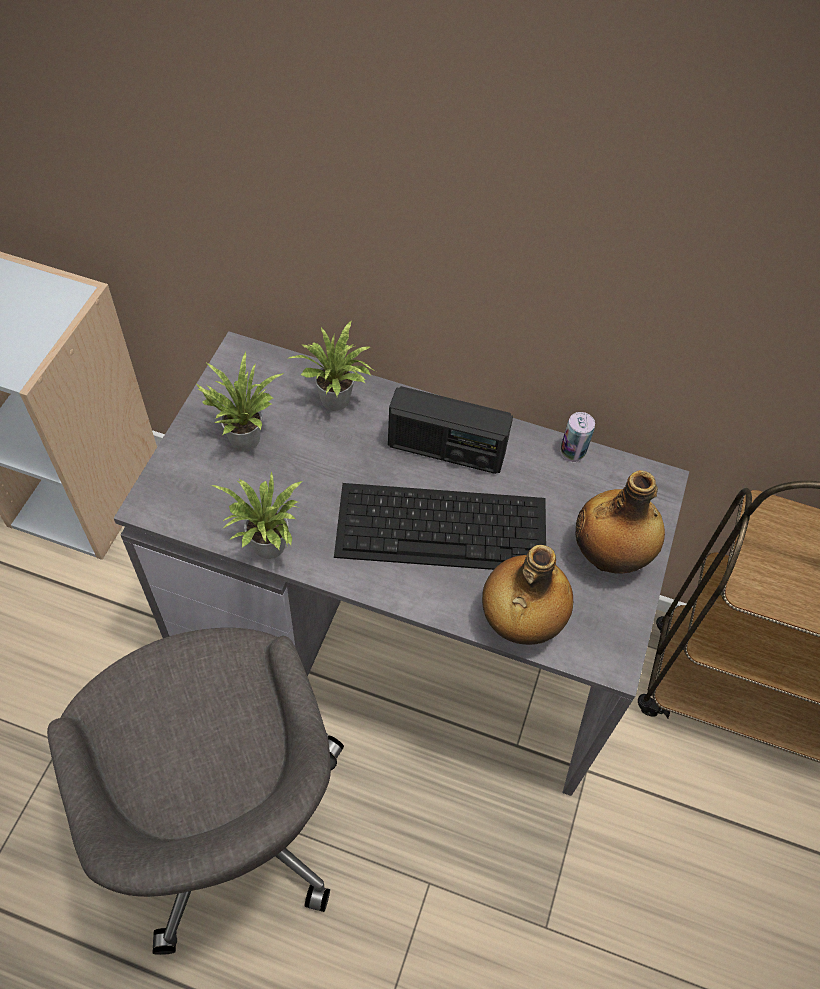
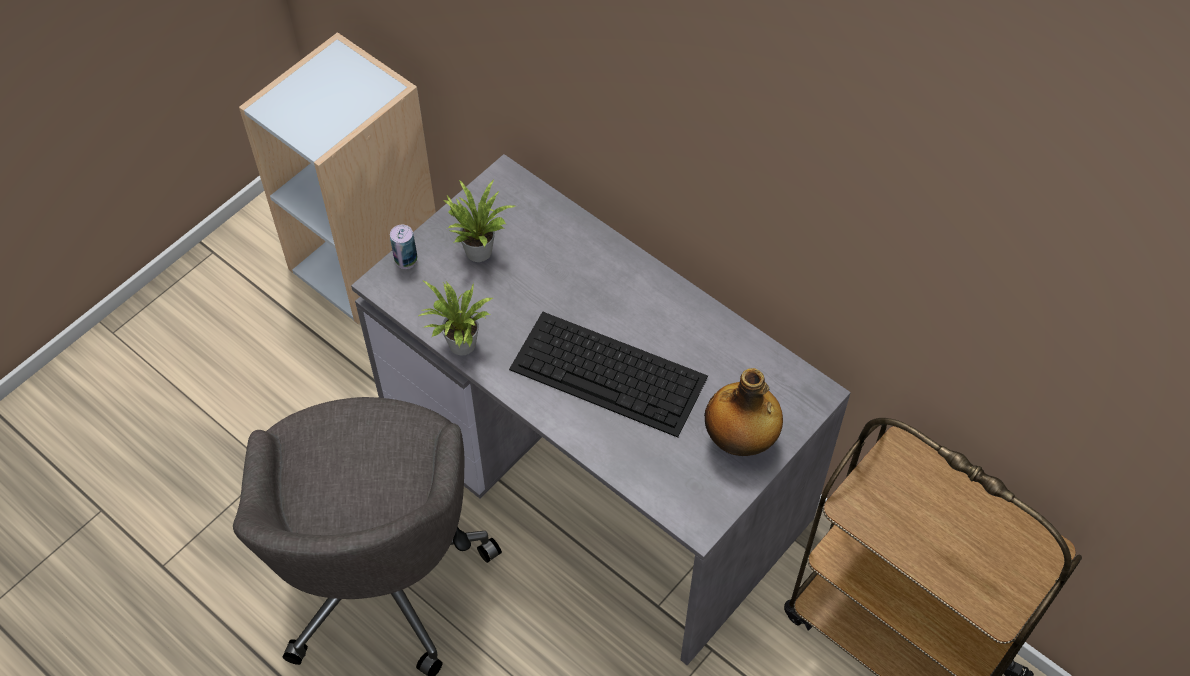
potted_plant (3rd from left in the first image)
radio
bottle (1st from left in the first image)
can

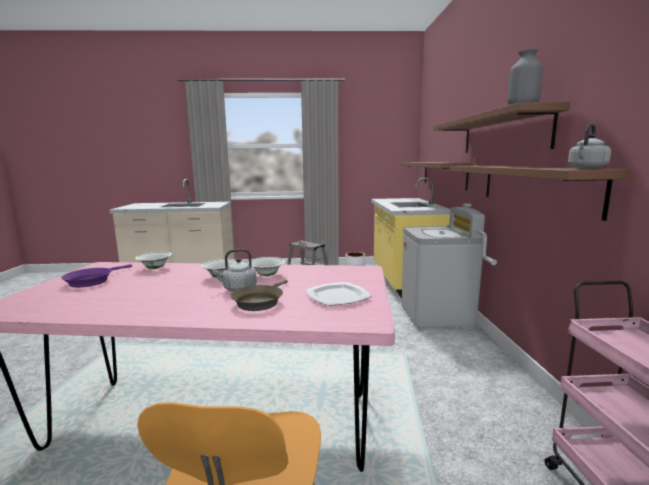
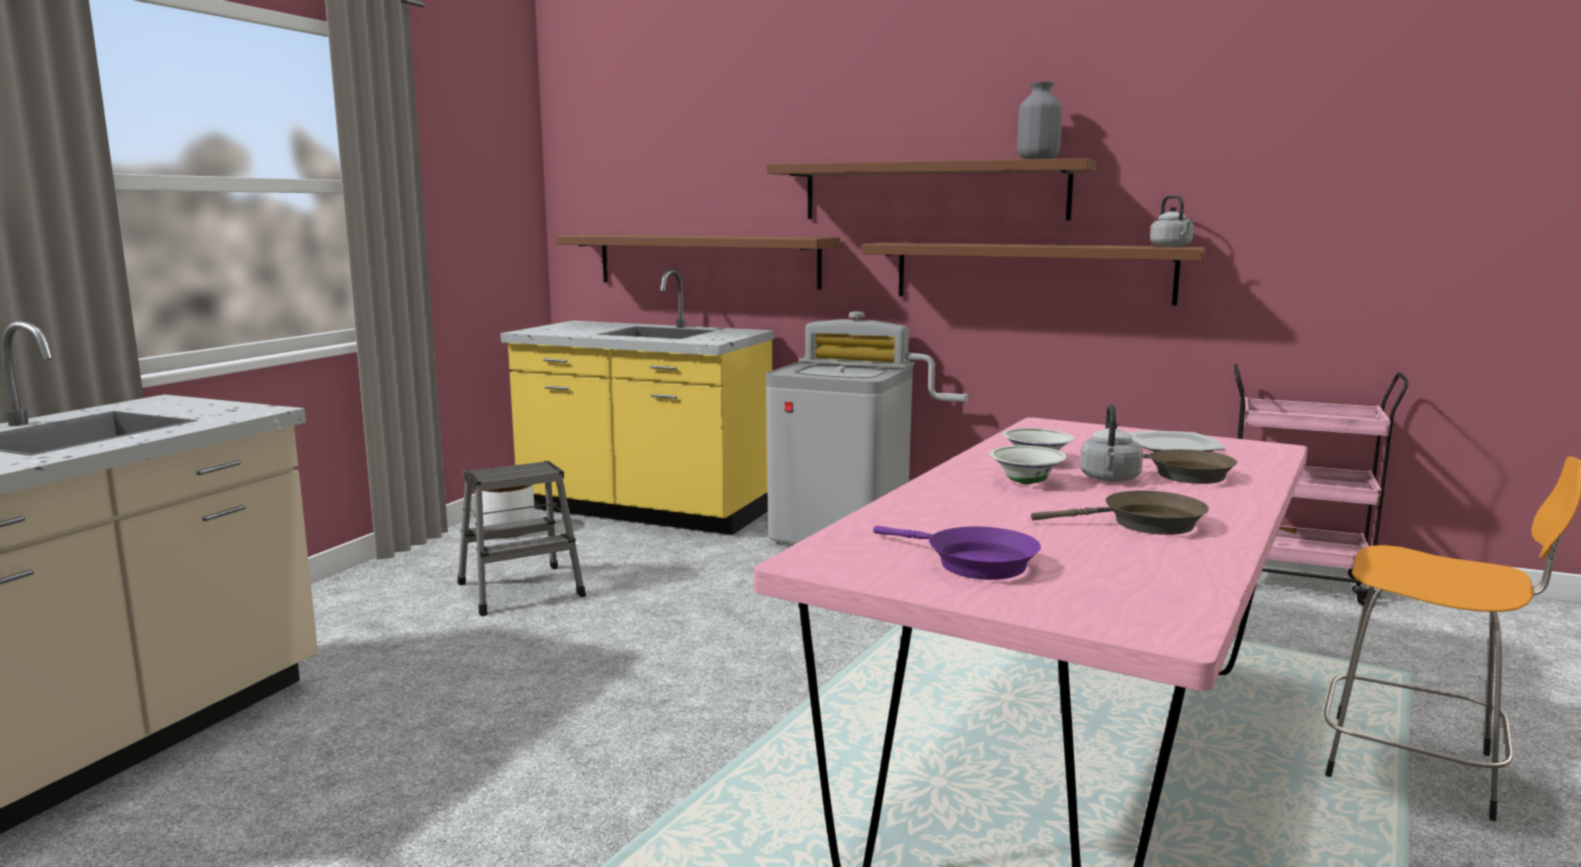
white_bowl (1st from left in the first image)
brown_frying_pan (1st from left)

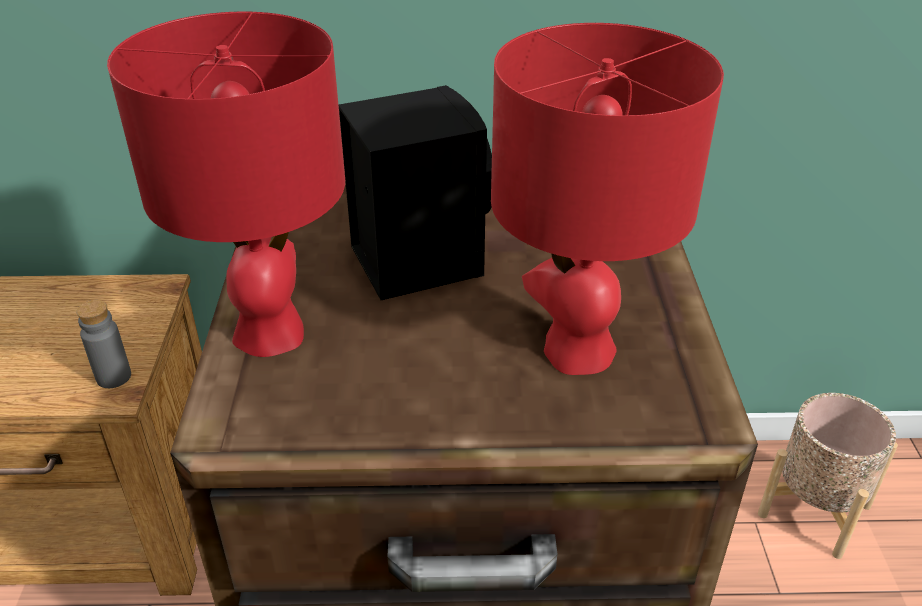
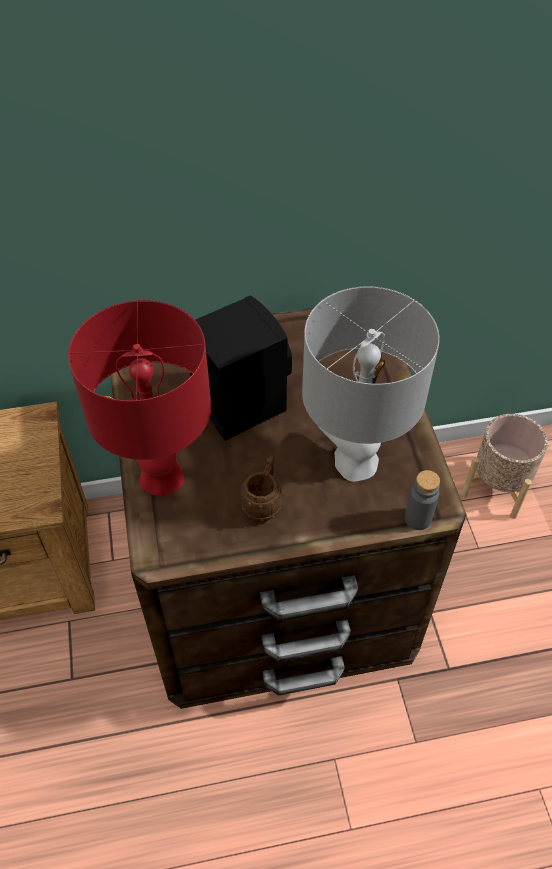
grey_bottle
grey_table_lamp
brown_mug

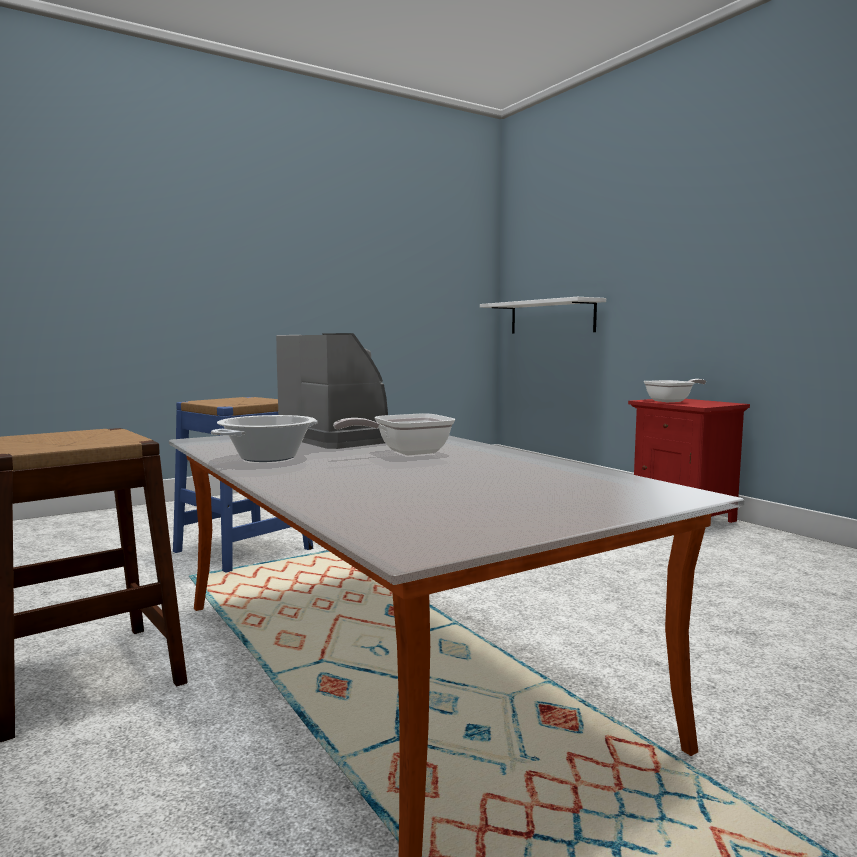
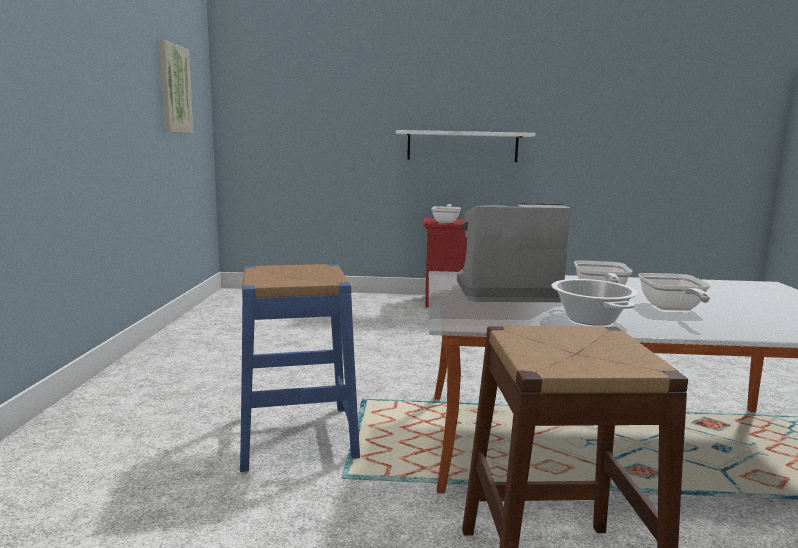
white_shelf
picture
frying_pan (3rd from left)

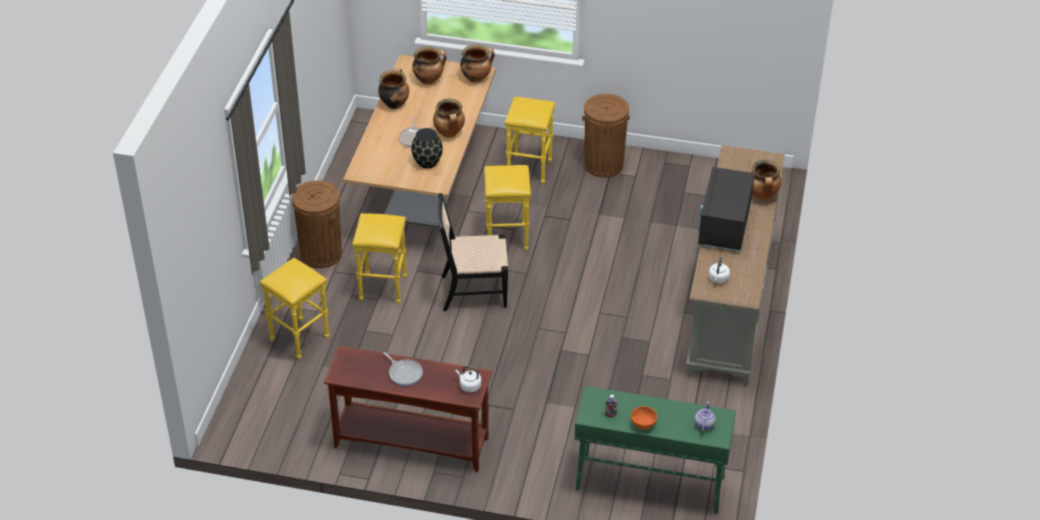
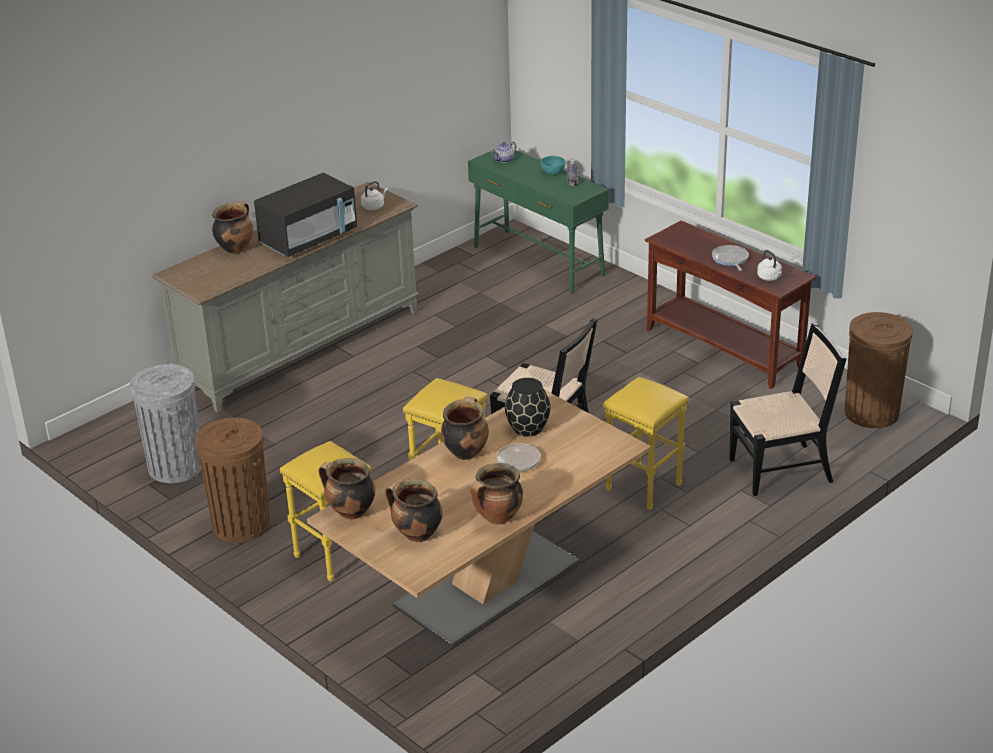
chair (2nd from left)
brown_trash_can (2nd from left)
white_kettle (2nd from left)
turquoise_bowl
grey_trash_can

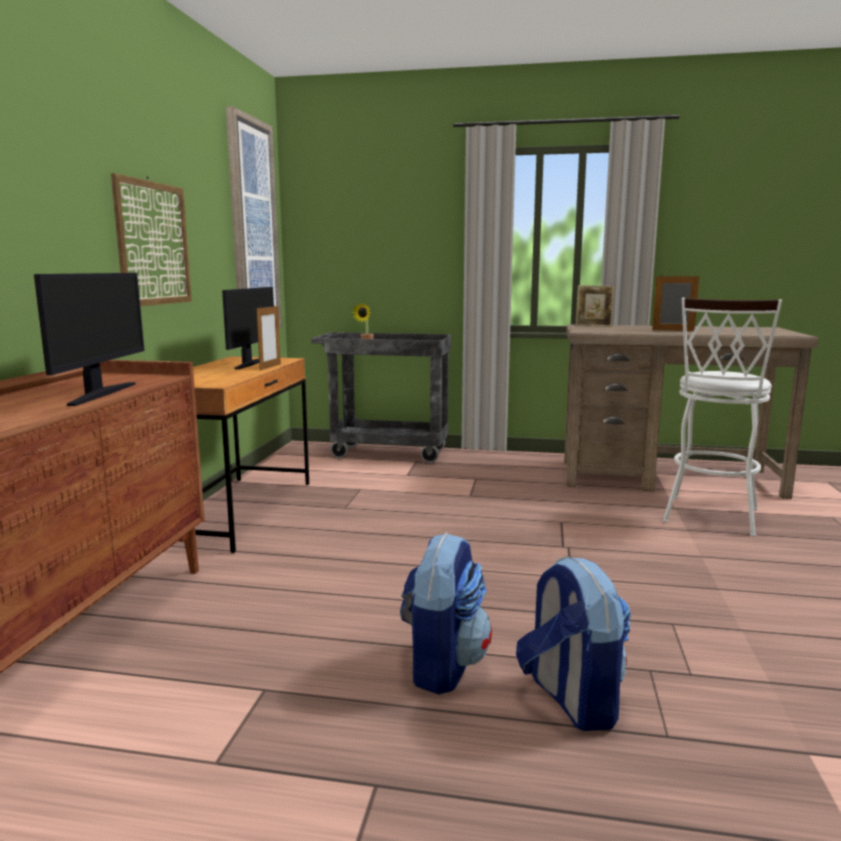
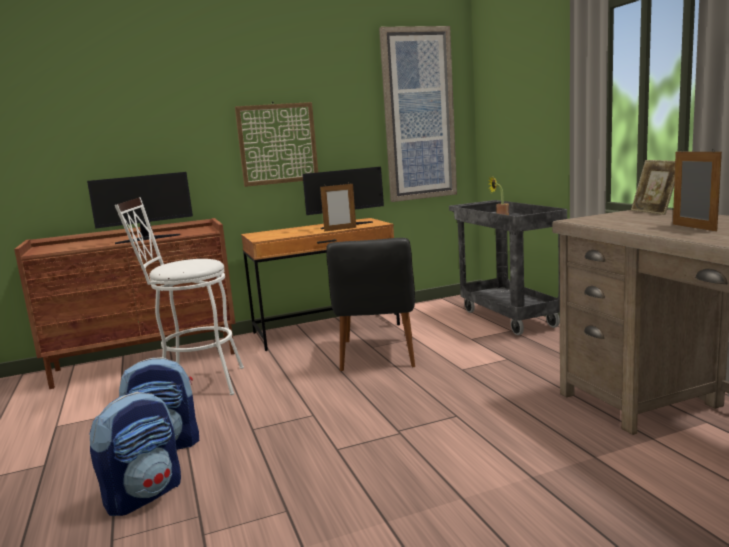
white_stool
black_chair

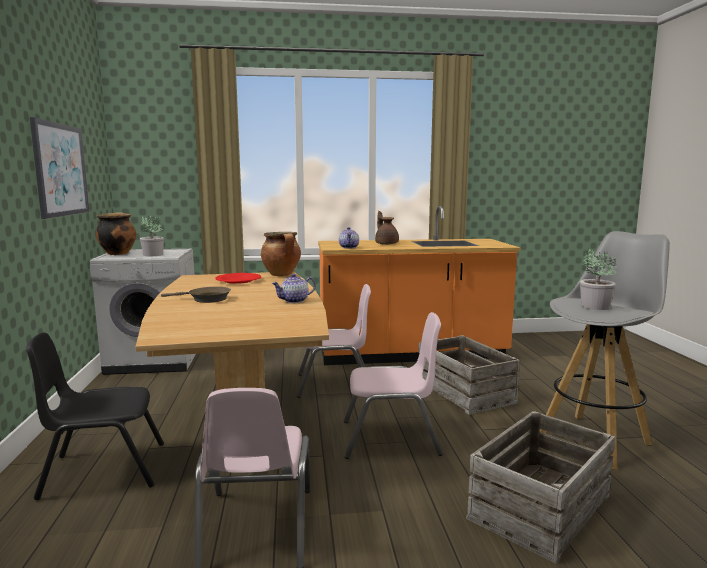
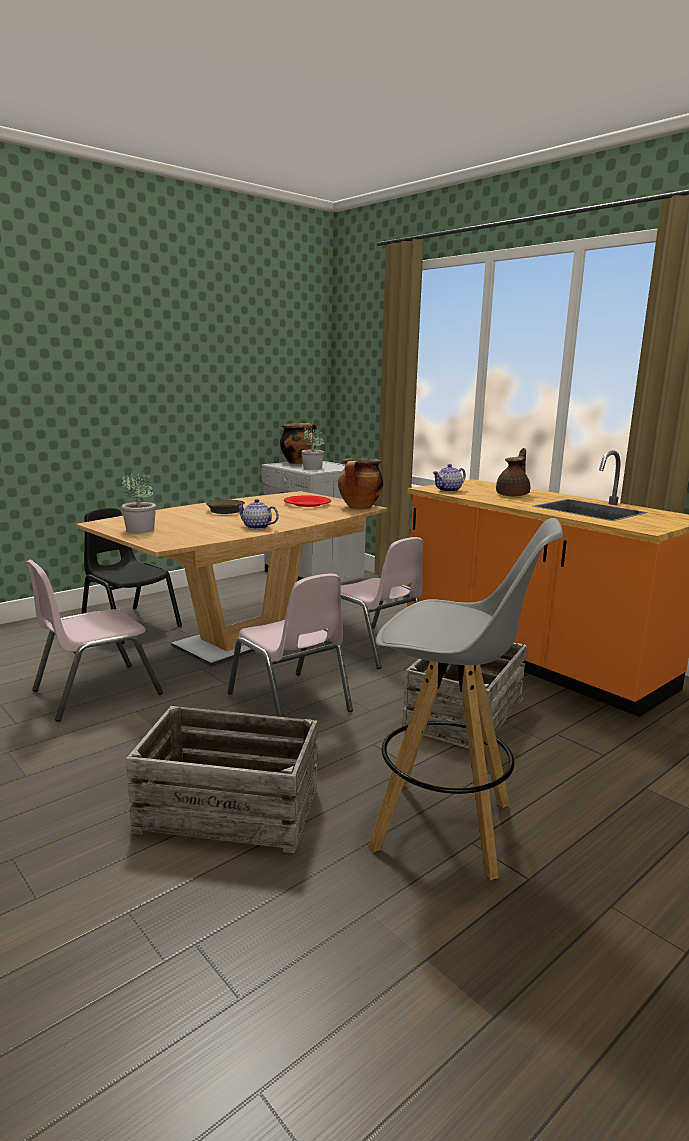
picture
potted_plant (1st from left)

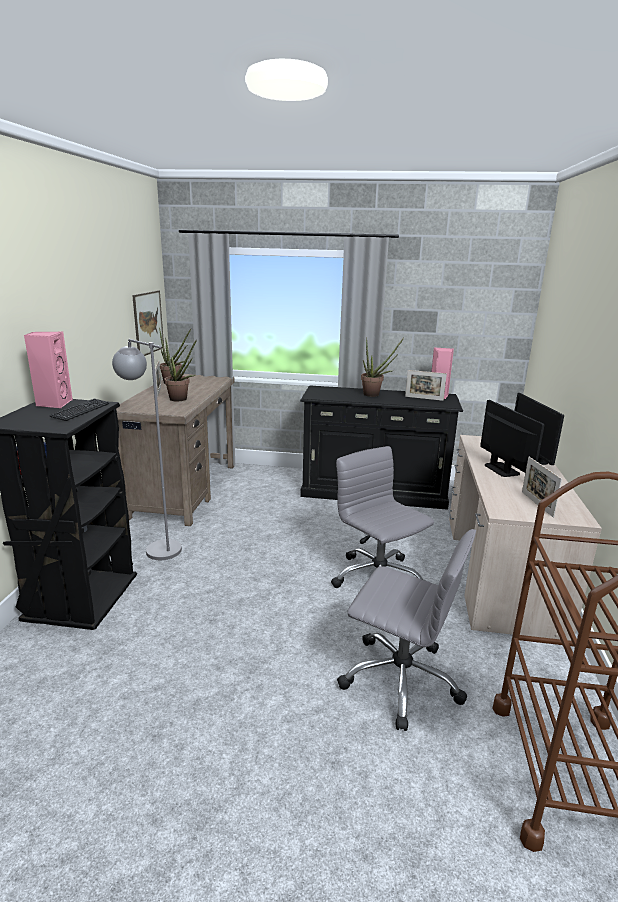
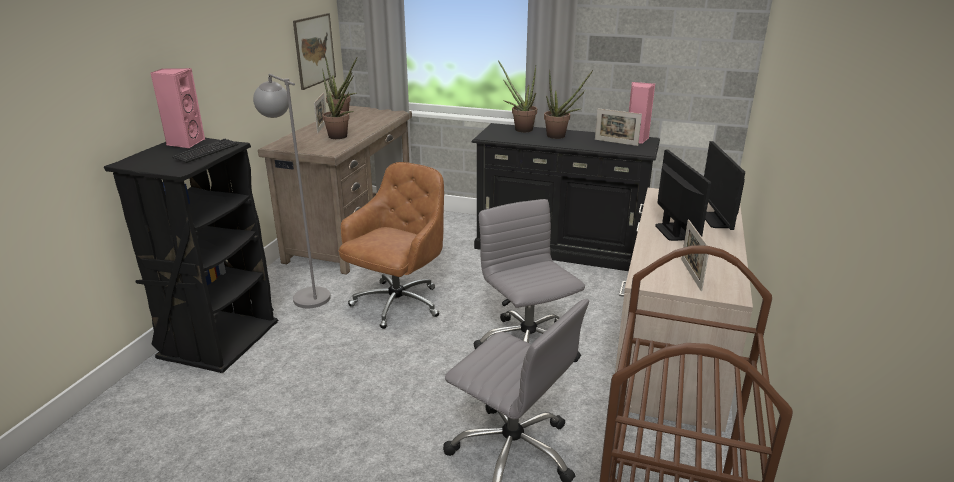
brown_office_chair
potted_plant (3rd from left)

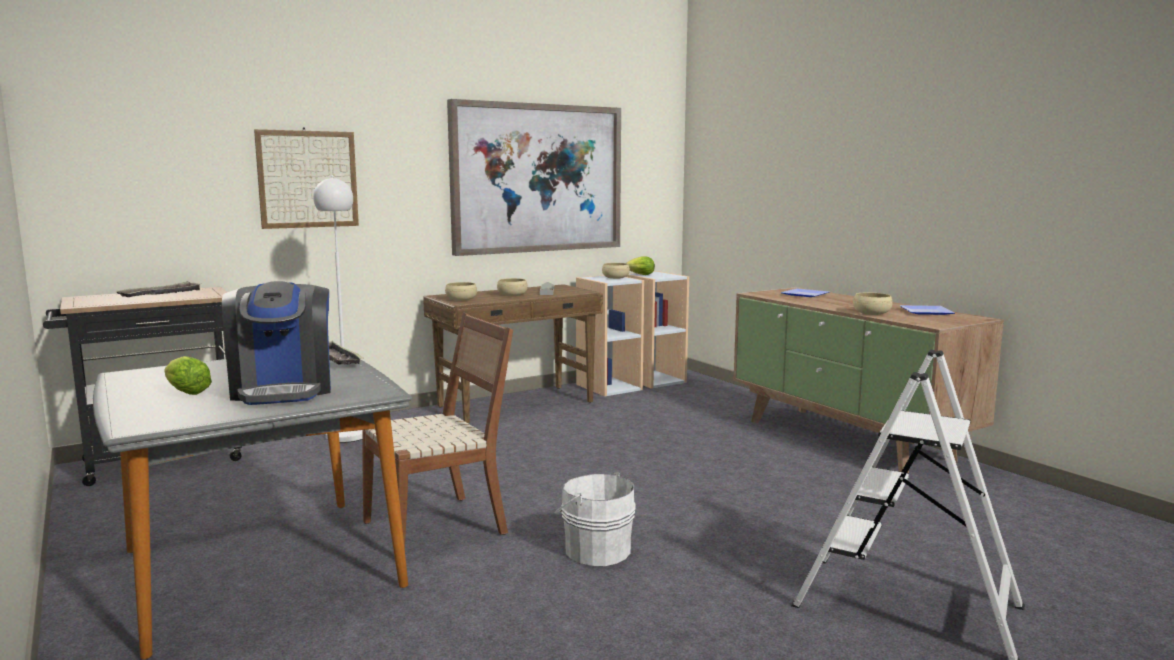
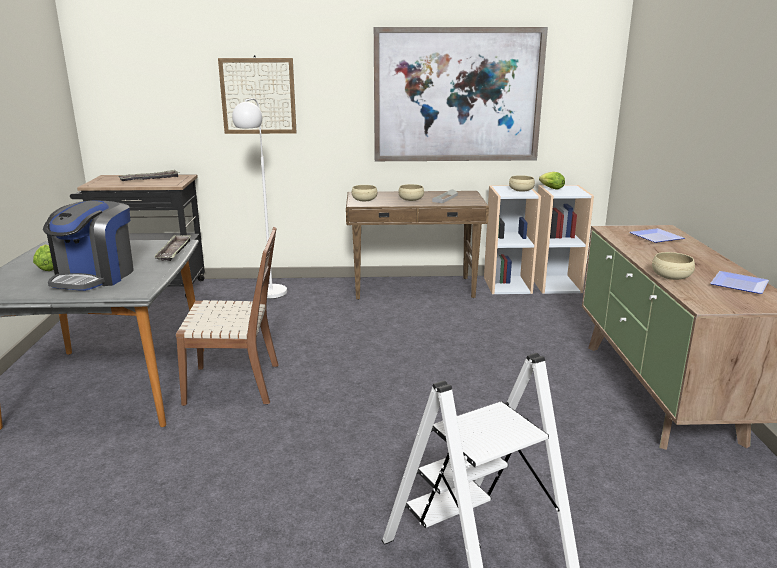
white_bucket

